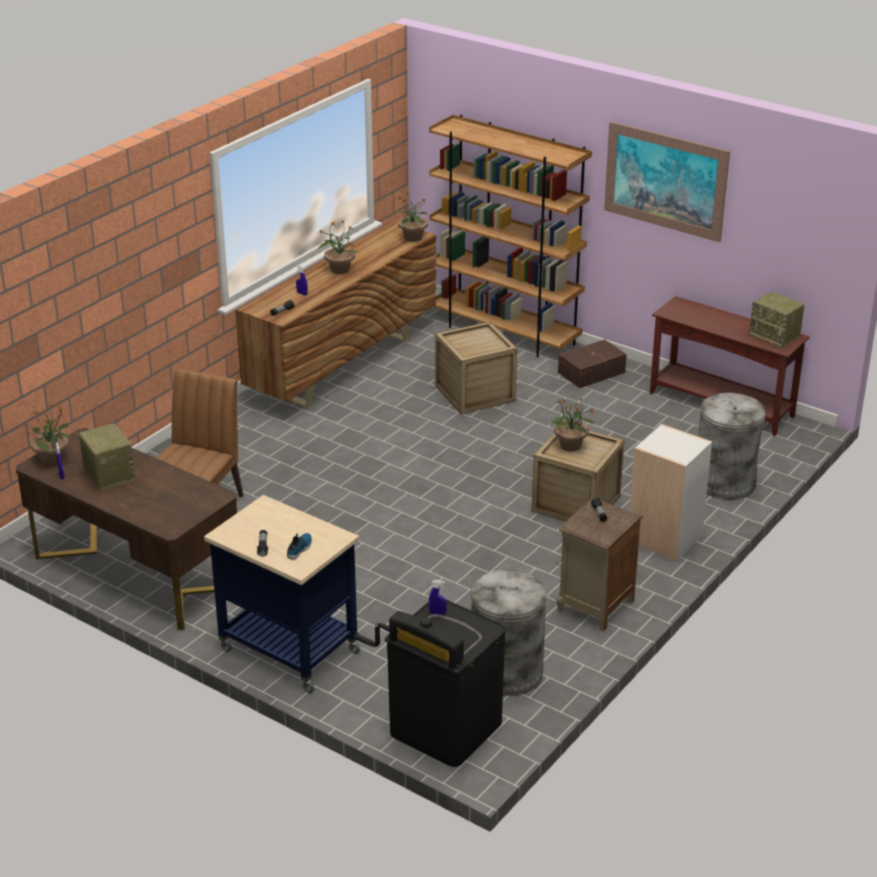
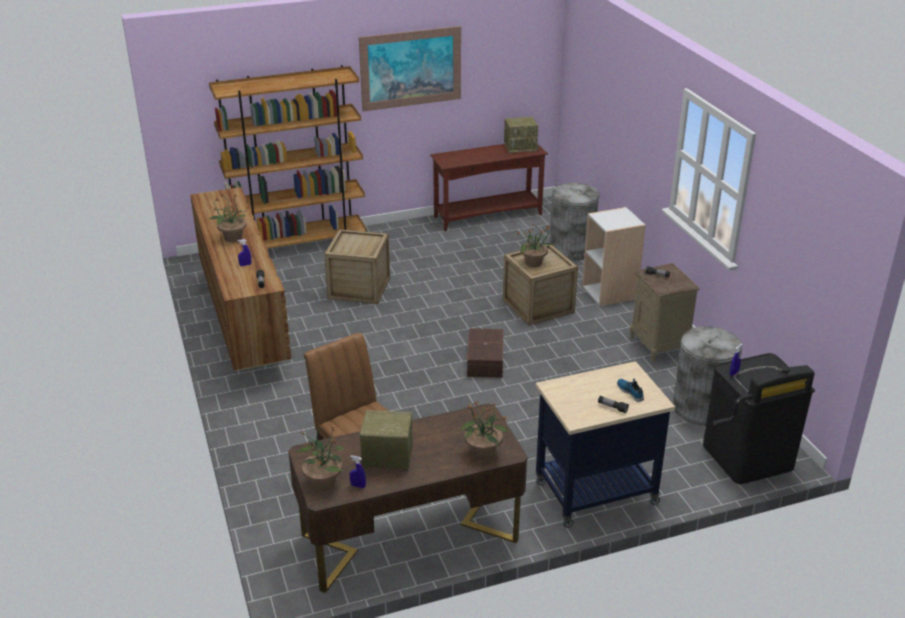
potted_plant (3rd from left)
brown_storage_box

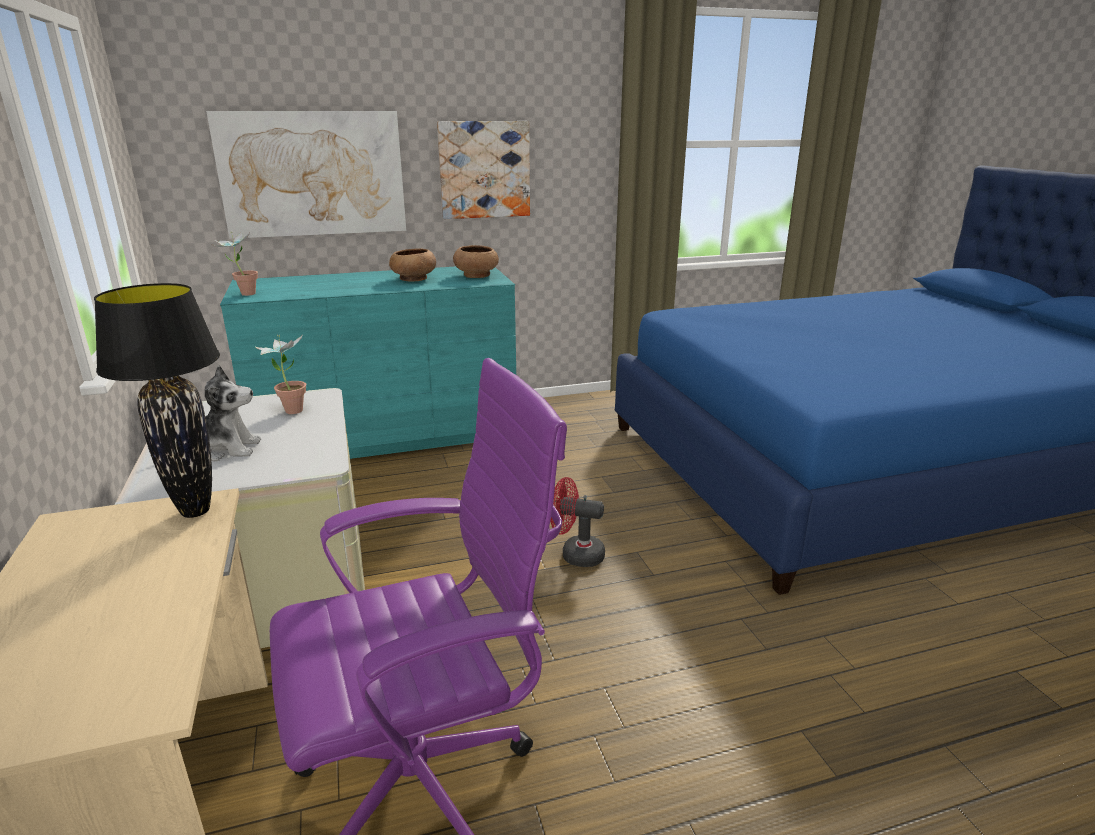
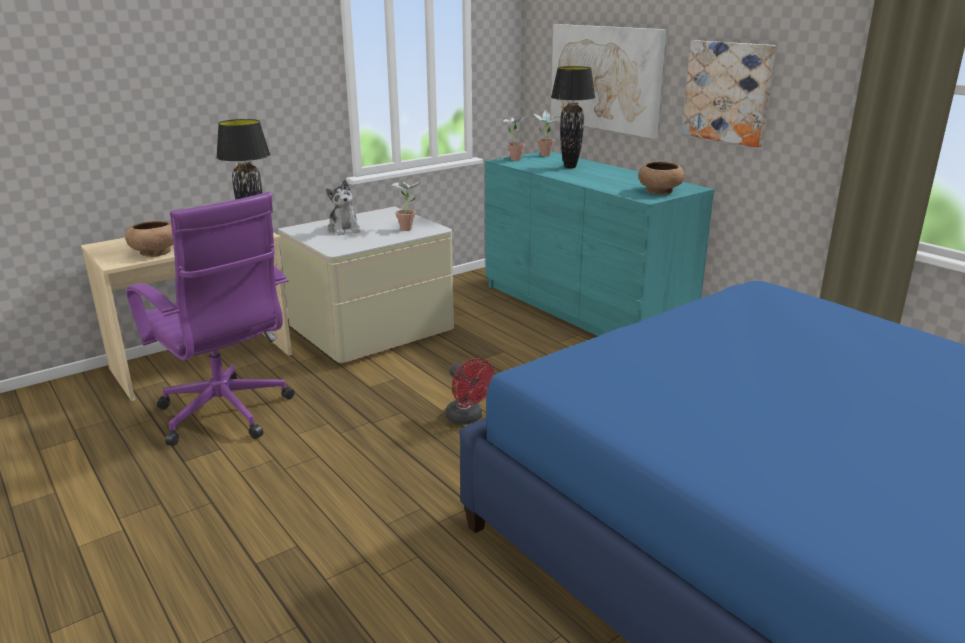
brown_bowl (1st from left)
red_fan
potted_plant (3rd from left)
black_table_lamp (2nd from left)

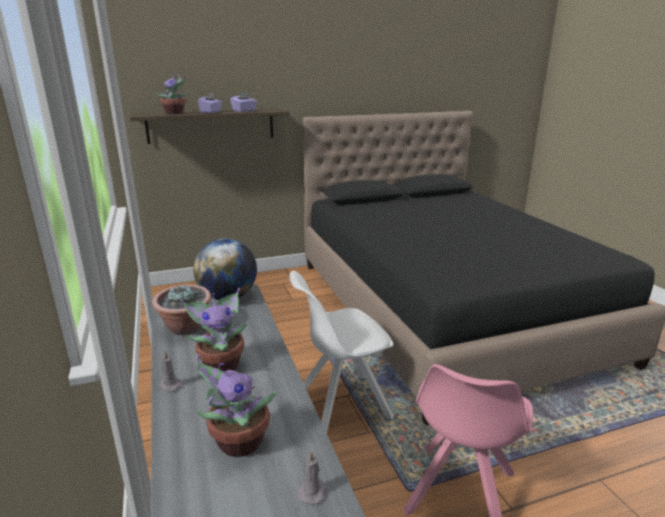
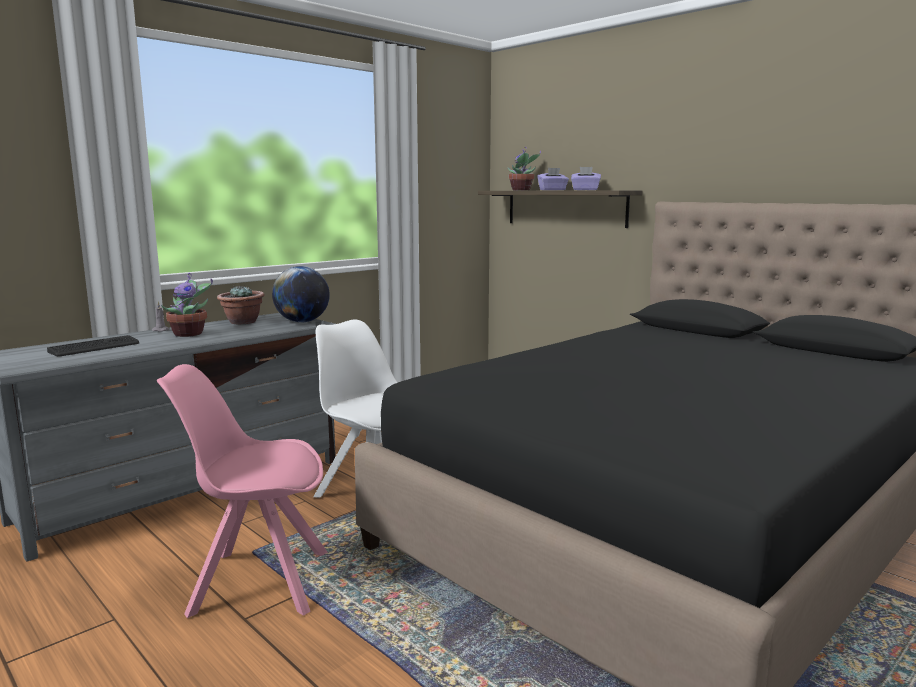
keyboard
grey_candle (2nd from left in the first image)

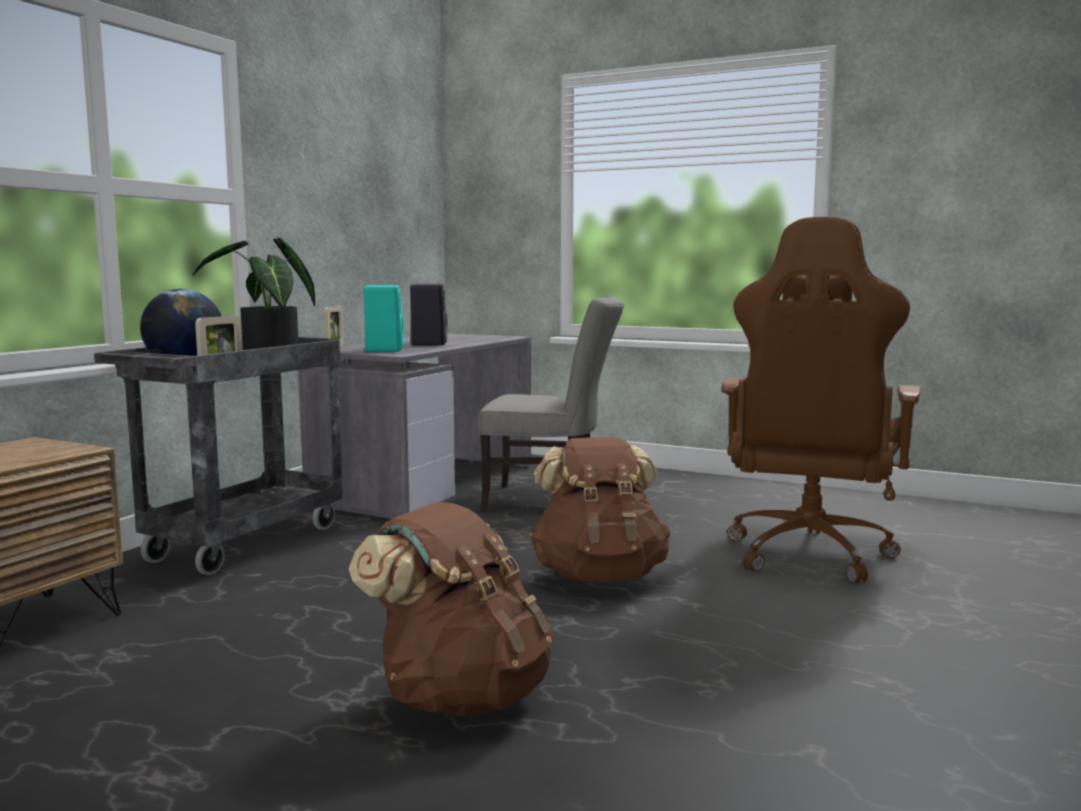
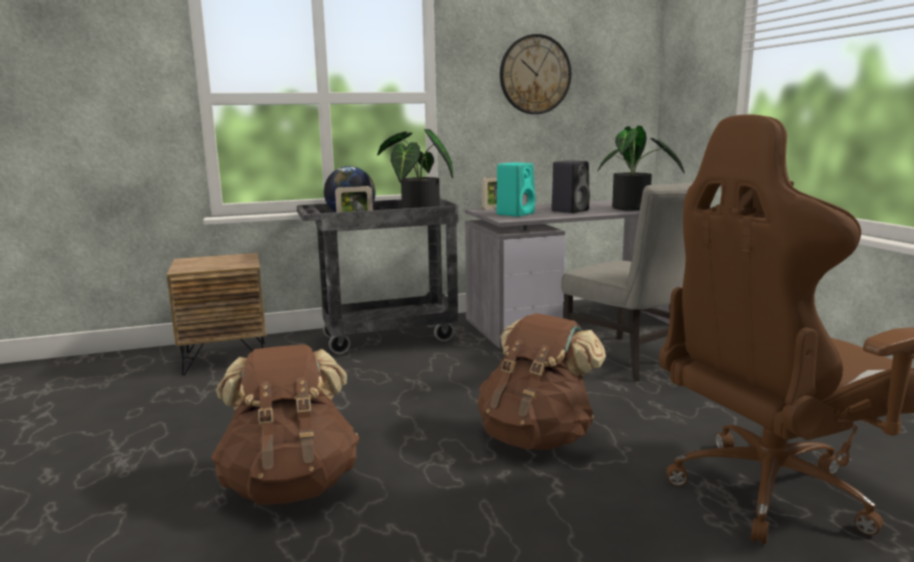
wall_clock
potted_plant (2nd from left)

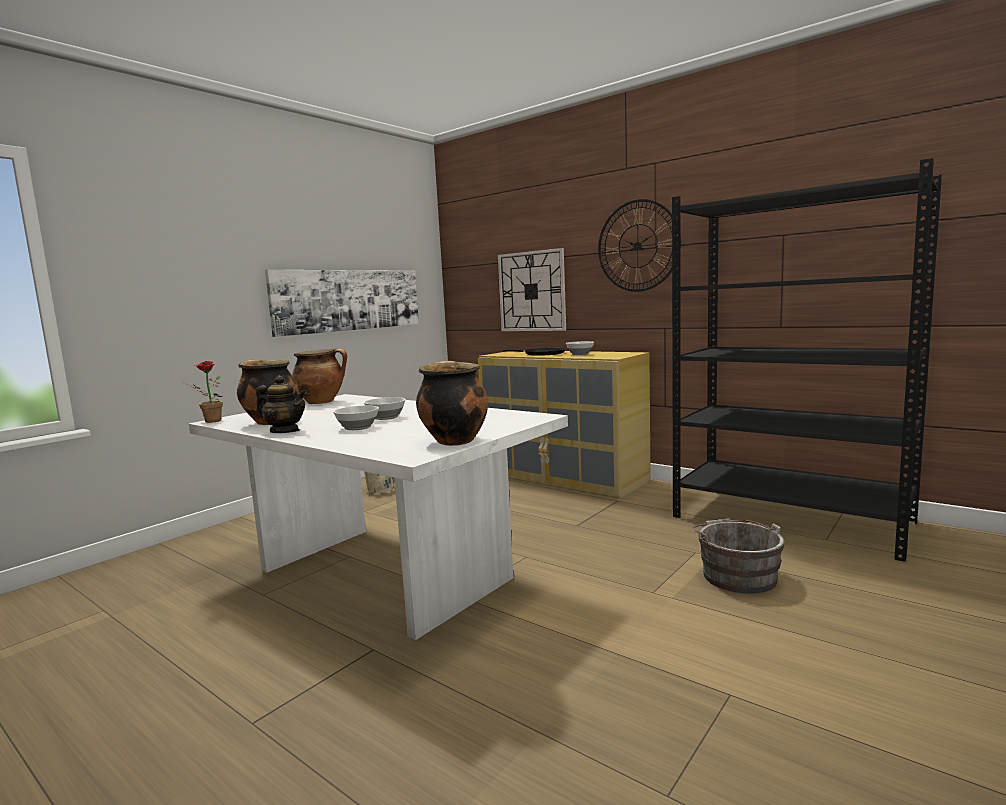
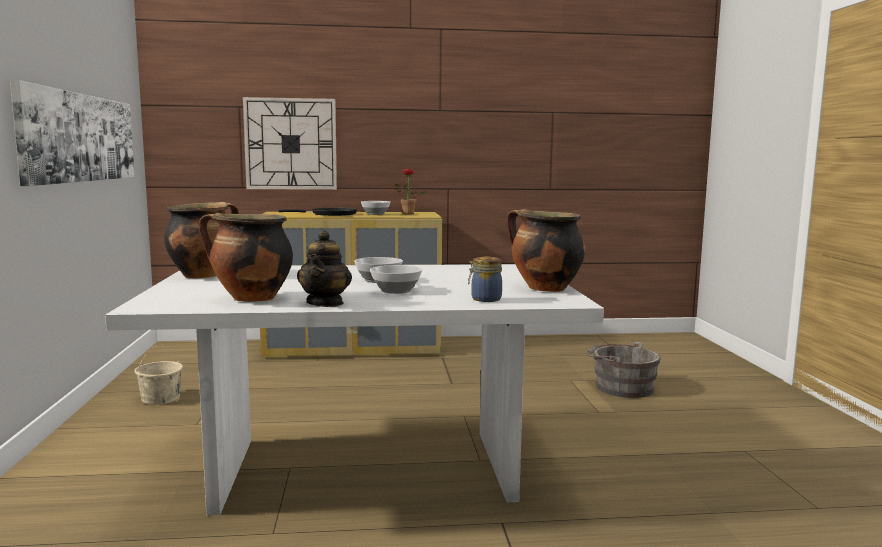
potted_plant
teapot
wall_clock (2nd from left in the first image)
black_bookcase
jar

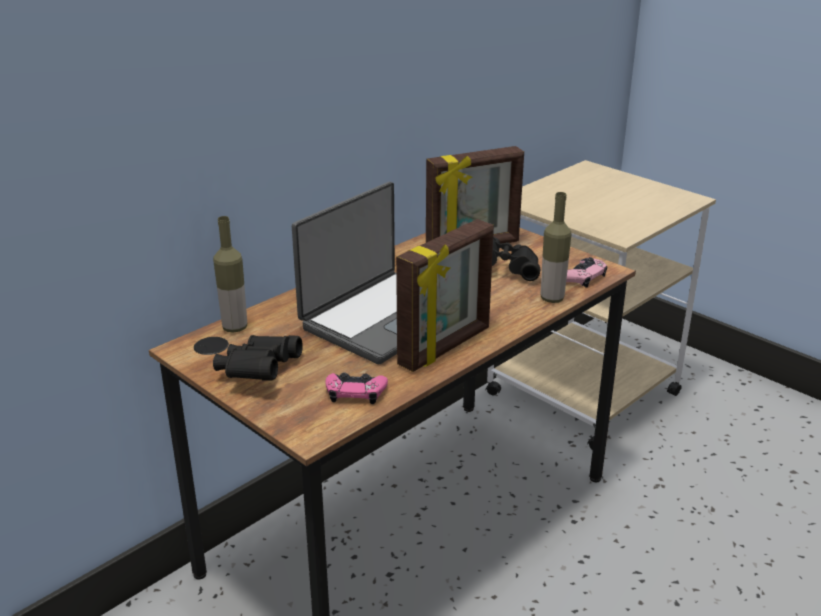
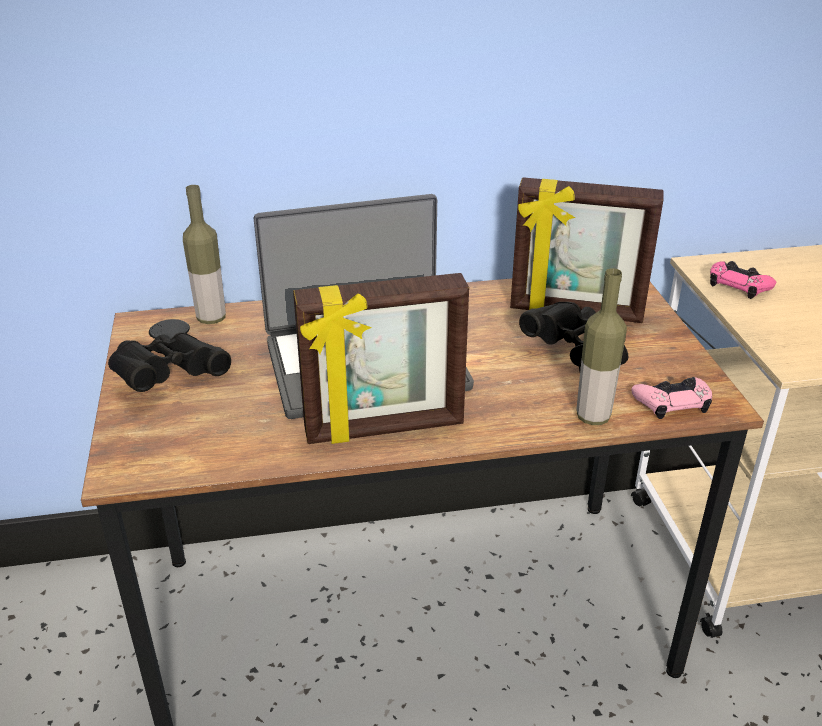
pink_game_controller (2nd from left)

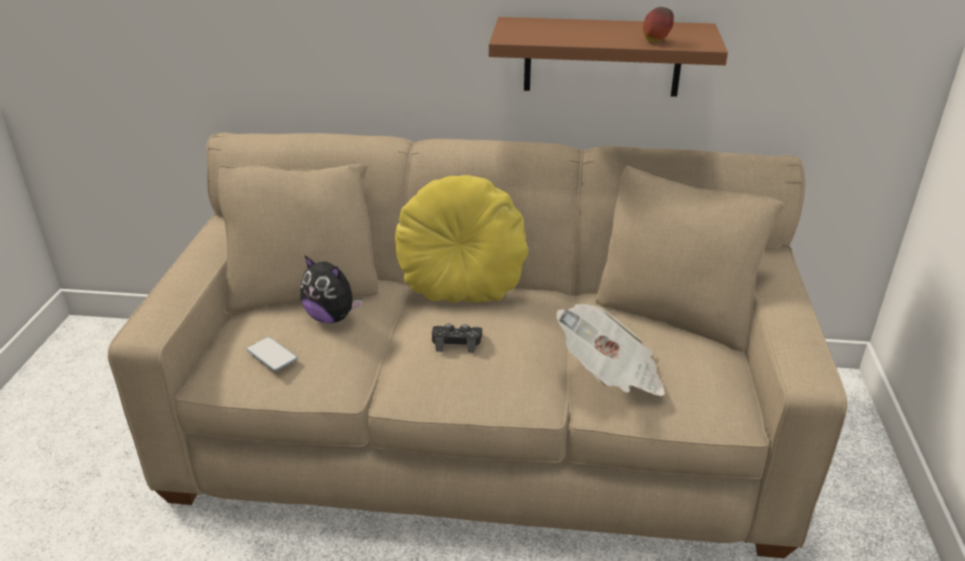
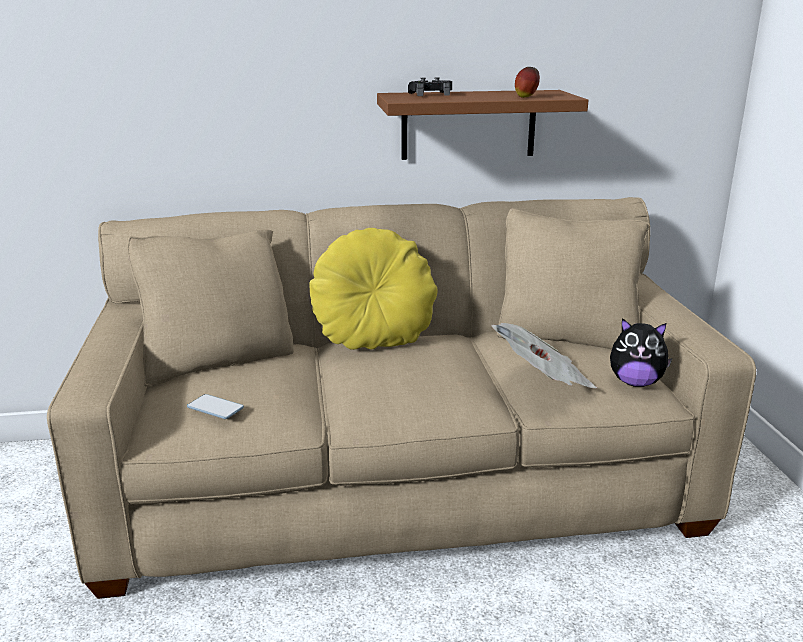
plush_toy
black_game_controller

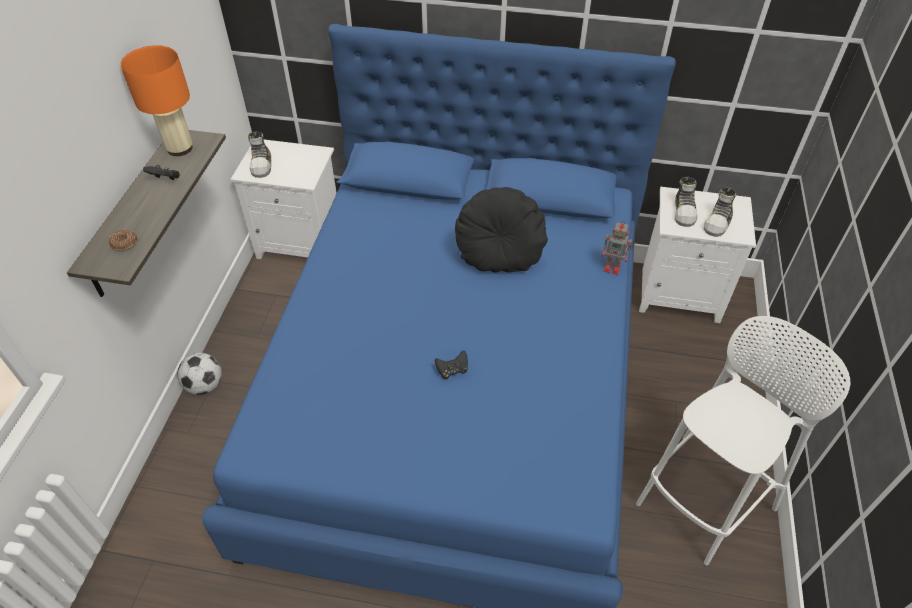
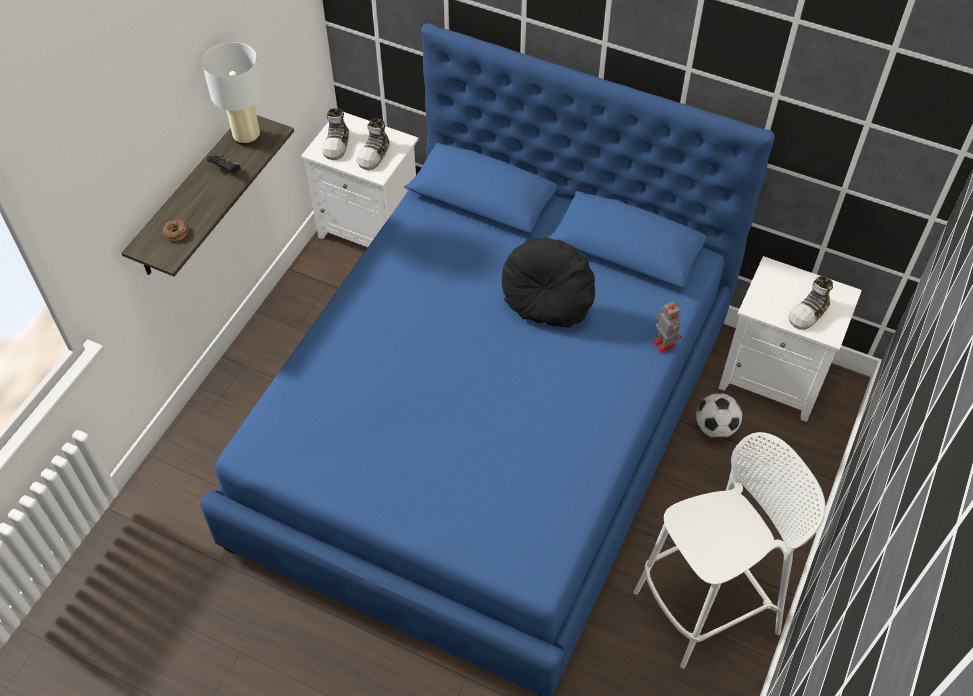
white_table_lamp
football
black_game_controller (2nd from left in the first image)
toy_robot
shoe (2nd from left)

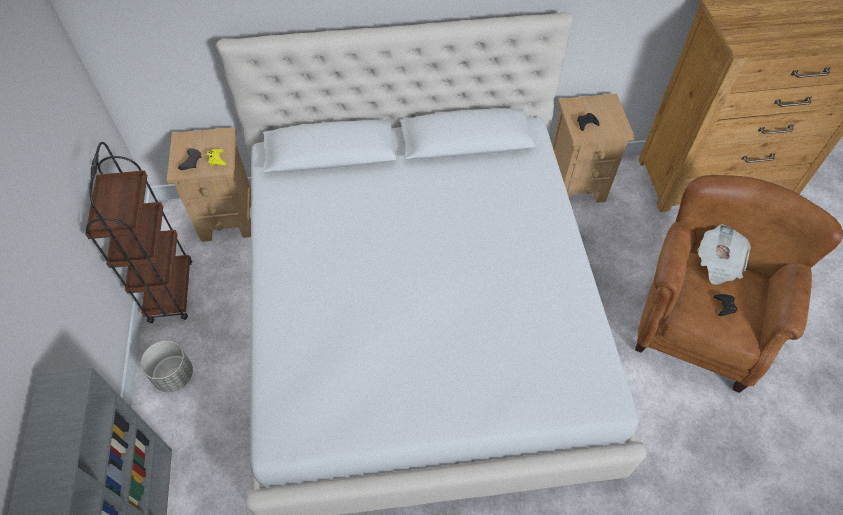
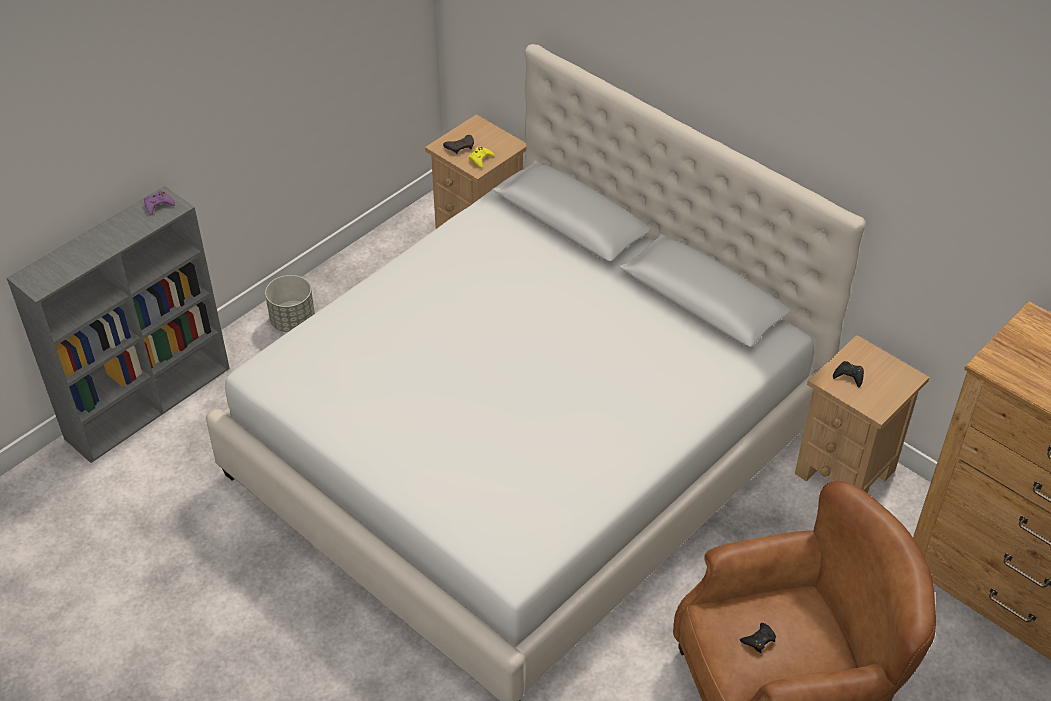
brown_cart
newspaper
purple_game_controller

